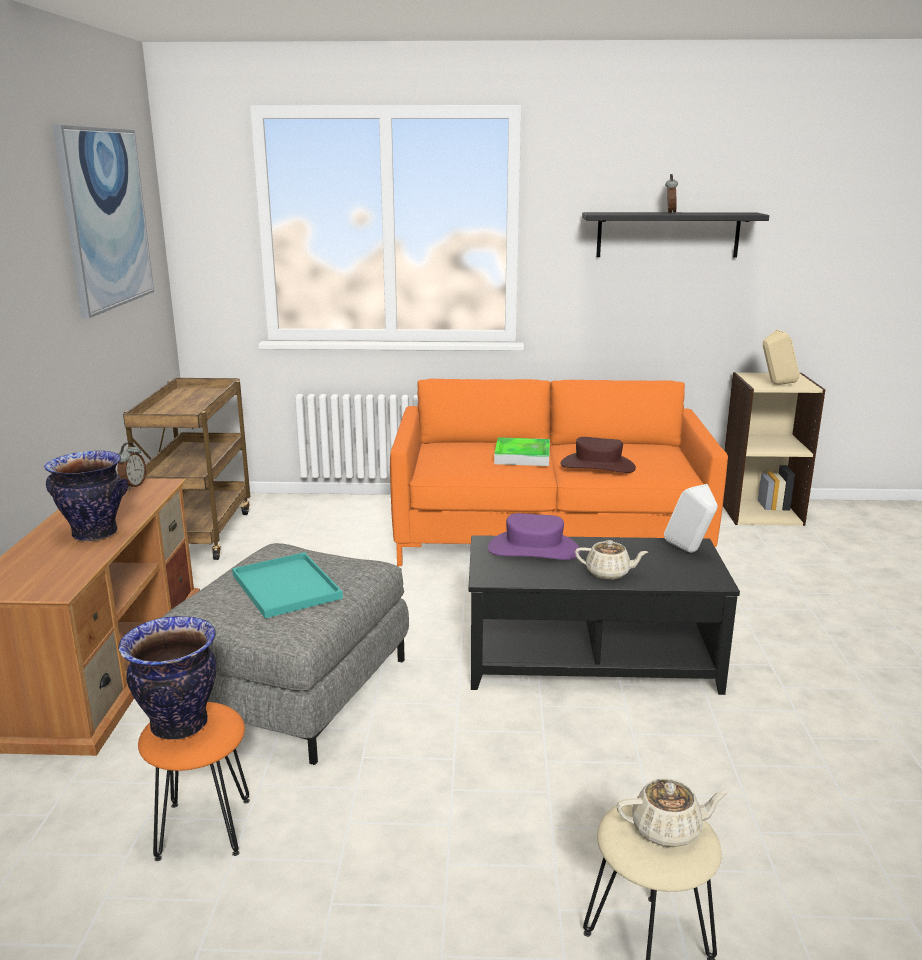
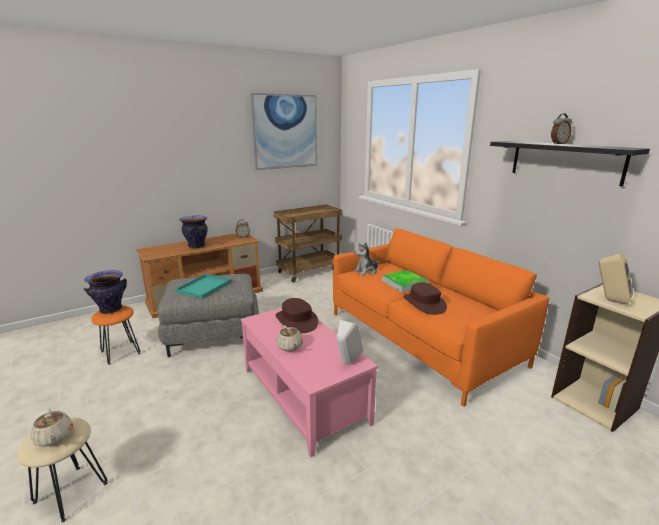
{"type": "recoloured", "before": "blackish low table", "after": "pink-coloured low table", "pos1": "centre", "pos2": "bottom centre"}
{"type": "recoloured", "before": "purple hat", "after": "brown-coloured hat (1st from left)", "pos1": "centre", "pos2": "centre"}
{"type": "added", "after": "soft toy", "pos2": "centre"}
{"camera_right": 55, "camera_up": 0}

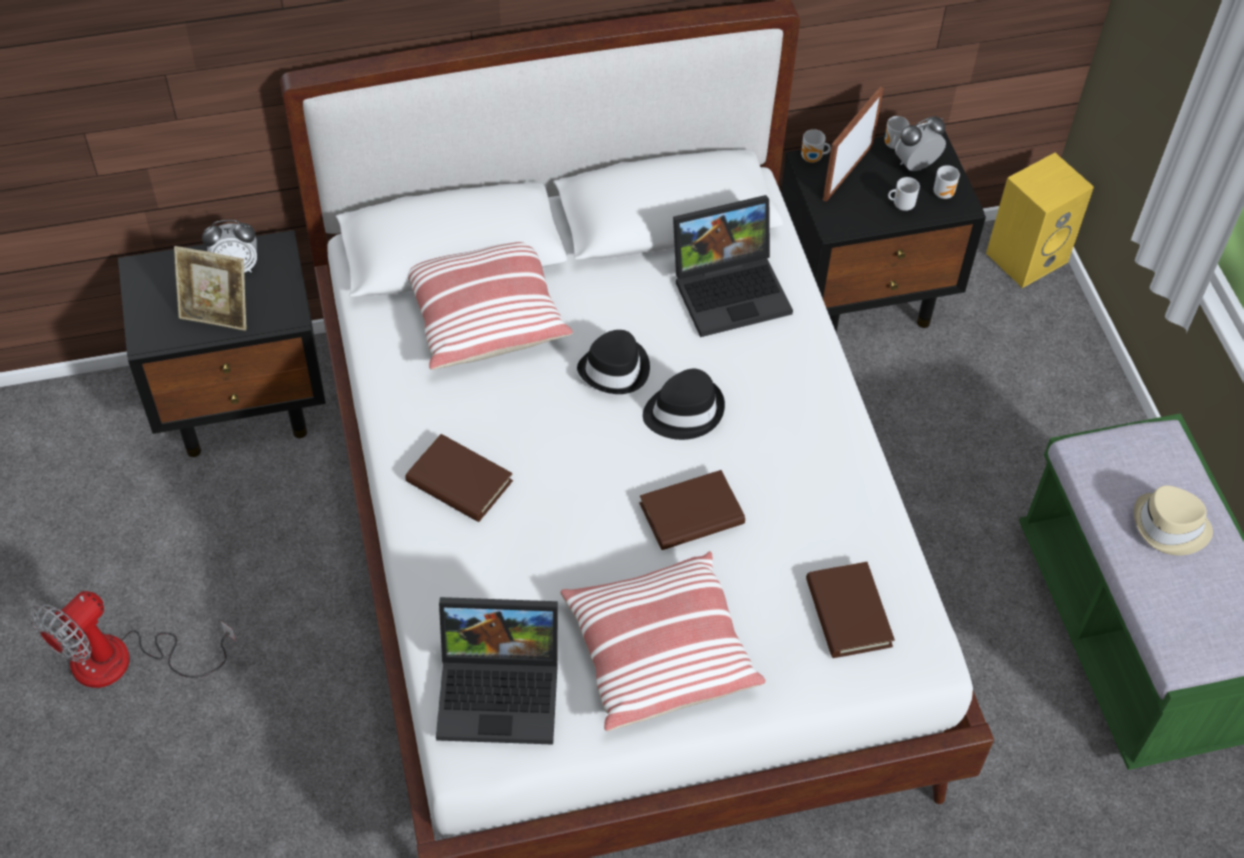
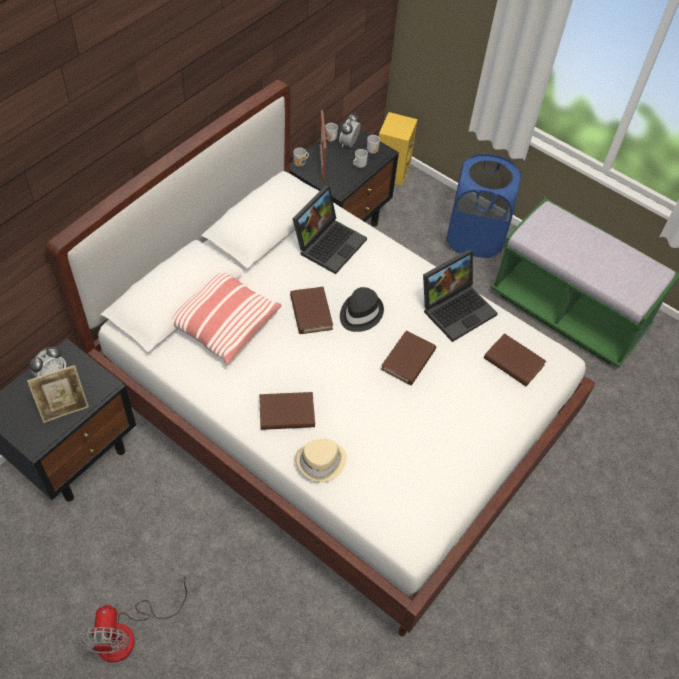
{"type": "replaced", "before": "blackish hat (1st from left)", "after": "brown-coloured volume (2nd from left)", "pos1": "centre", "pos2": "centre"}
{"type": "moved", "before": "sand-coloured hat", "pos1": "middle right", "pos2": "bottom centre"}
{"type": "moved", "before": "notebook computer (1st from left in the first image)", "after": "notebook computer (2nd from left)", "pos1": "bottom centre", "pos2": "middle right"}
{"type": "added", "after": "bluish washing basket", "pos2": "top right"}
{"type": "removed", "before": "pillow (2nd from left)", "pos1": "bottom centre"}
{"camera_right": -40, "camera_up": 0}

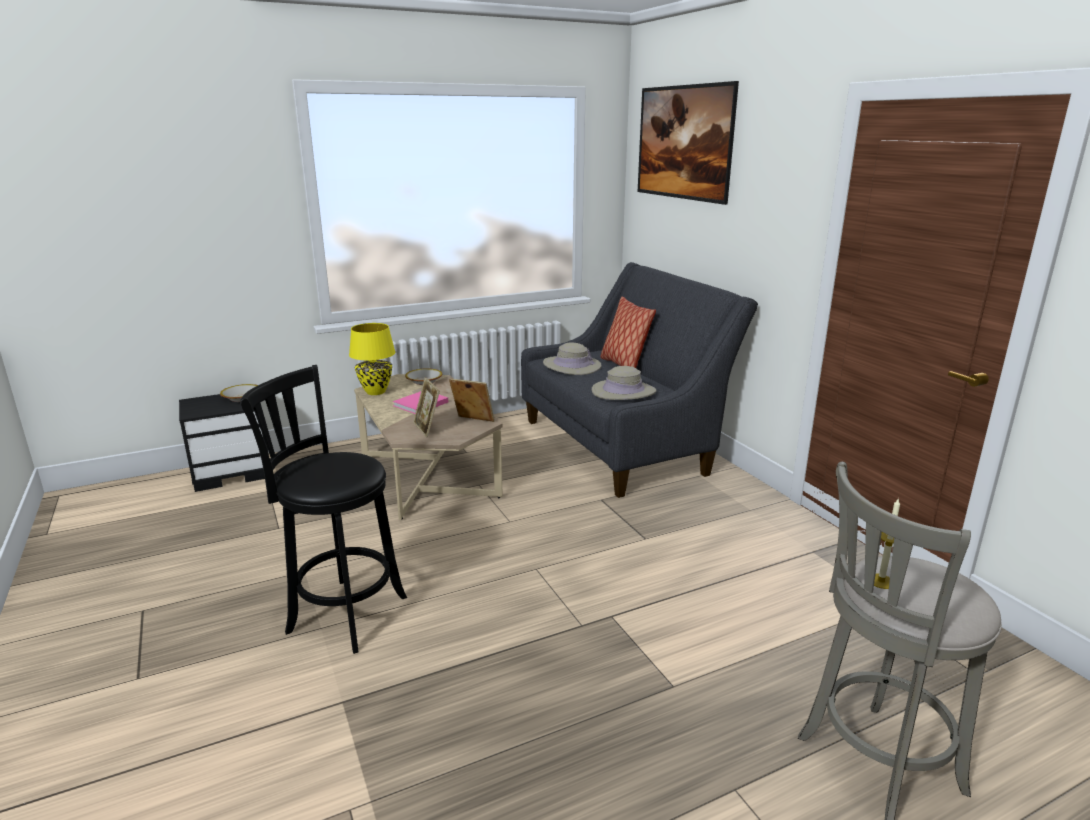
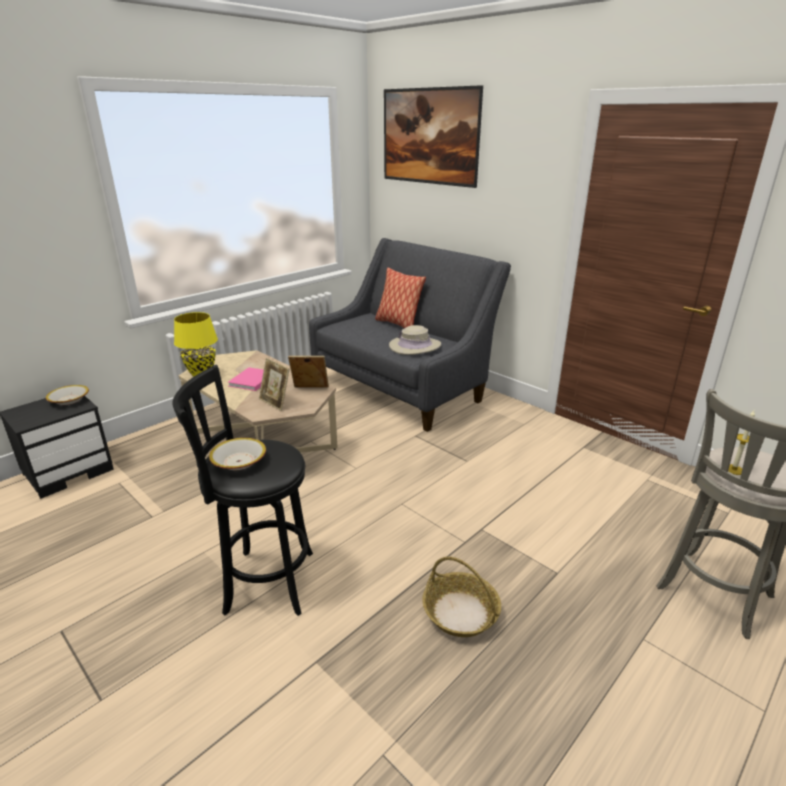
{"type": "moved", "before": "bowl (2nd from left)", "pos1": "centre", "pos2": "middle left"}
{"type": "added", "after": "household basket", "pos2": "bottom centre"}
{"type": "removed", "before": "sand-coloured hat (1st from left)", "pos1": "centre"}
{"camera_right": -20, "camera_up": 5}

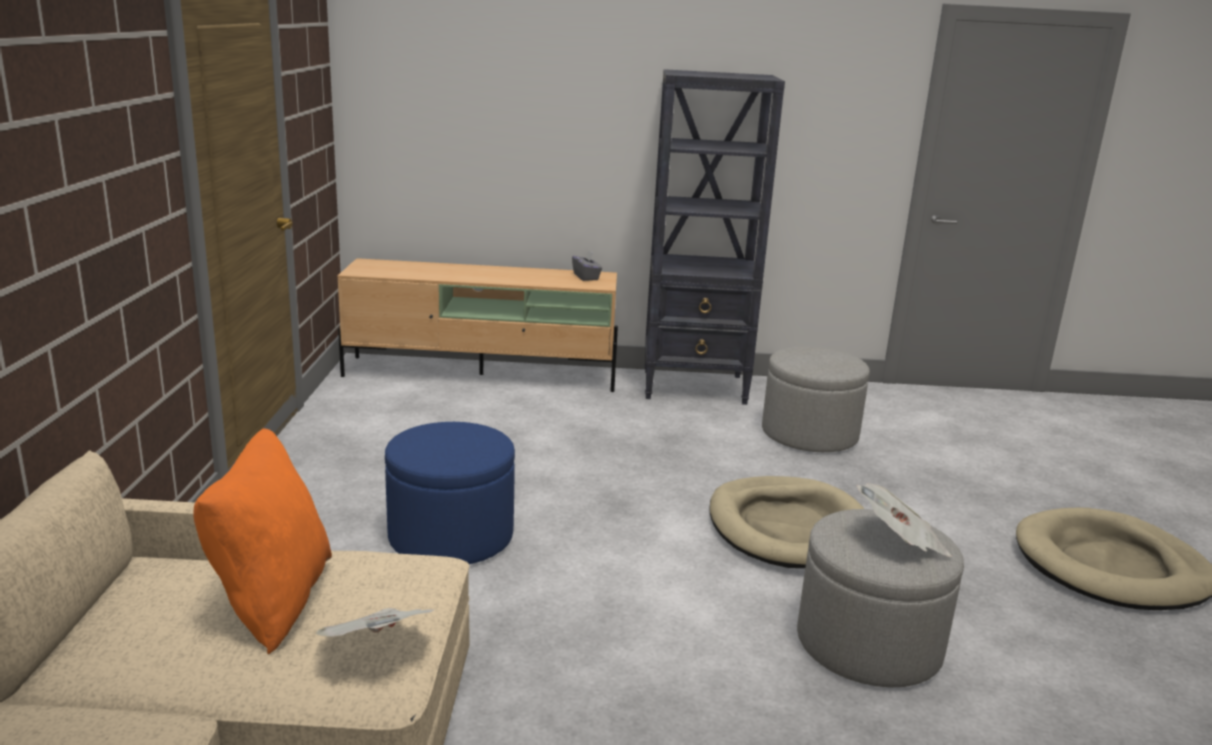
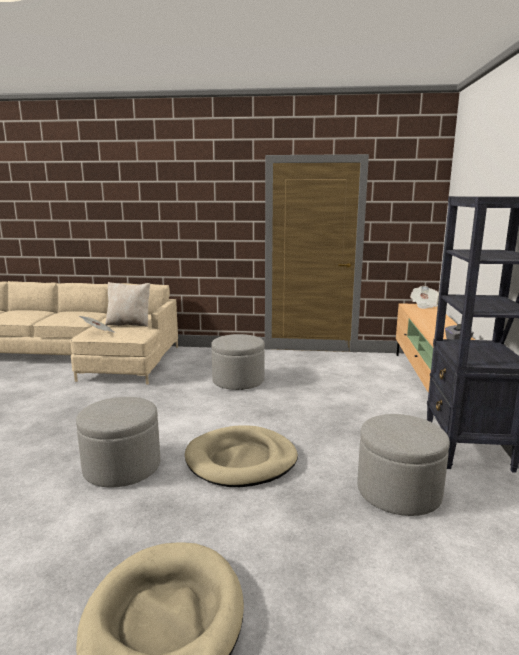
{"type": "recoloured", "before": "orange-coloured pillow", "after": "sand-coloured pillow", "pos1": "bottom left", "pos2": "middle left"}
{"type": "recoloured", "before": "bluish pouffe", "after": "greyish pouffe (2nd from left)", "pos1": "centre", "pos2": "centre"}
{"type": "moved", "before": "daily paper (2nd from left)", "pos1": "bottom right", "pos2": "middle right"}
{"camera_right": 95, "camera_up": -5}

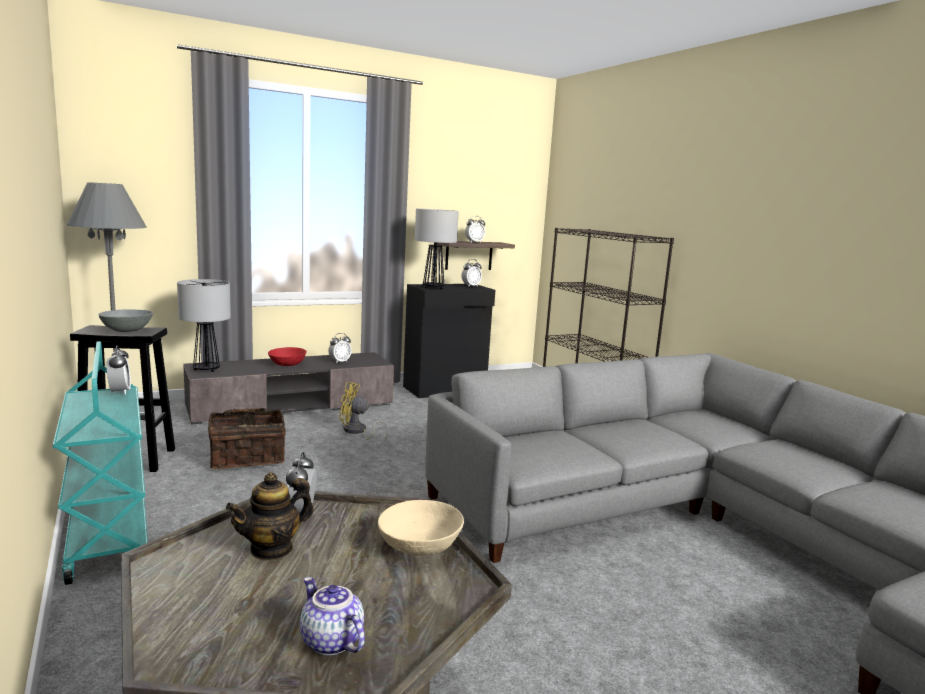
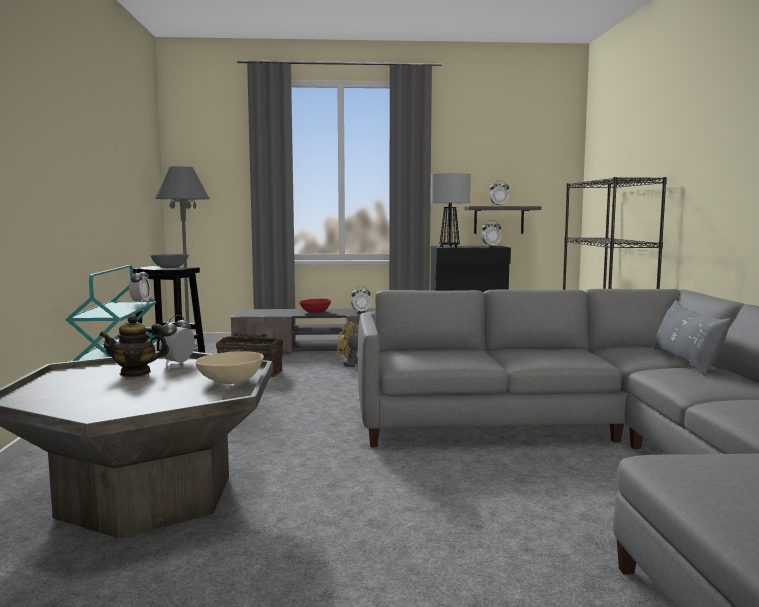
{"type": "added", "after": "greyish pillow", "pos2": "middle right"}
{"type": "removed", "before": "tabletop lamp (1st from left)", "pos1": "middle left"}
{"type": "removed", "before": "tea pot (2nd from left)", "pos1": "bottom centre"}
{"camera_right": 25, "camera_up": -5}

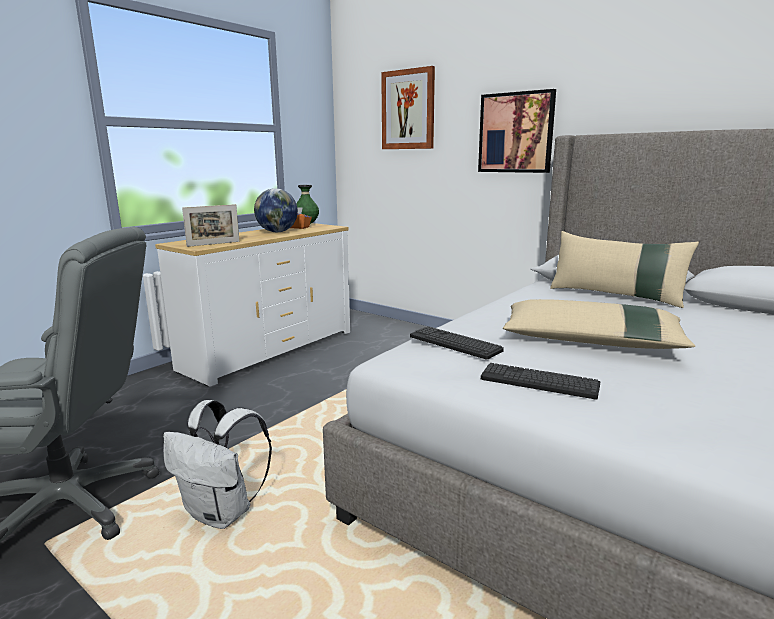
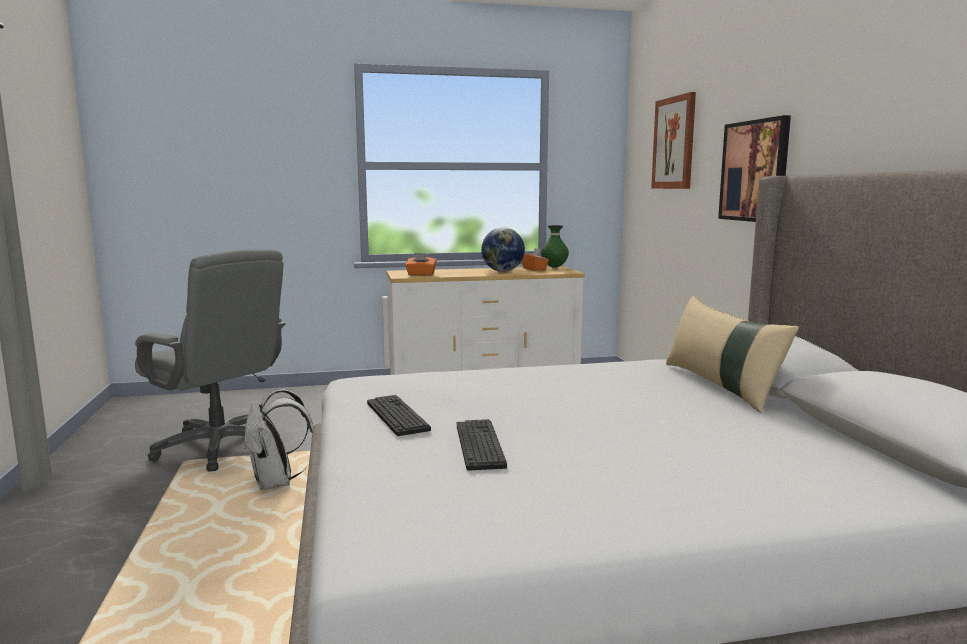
{"type": "replaced", "before": "picture frame", "after": "orange-coloured tissue holder (1st from left)", "pos1": "middle left", "pos2": "centre"}
{"type": "moved", "before": "computer keyboard (1st from left in the first image)", "after": "computer keyboard (2nd from left)", "pos1": "centre", "pos2": "bottom centre"}
{"type": "removed", "before": "sand-coloured pillow (1st from left)", "pos1": "middle right"}
{"camera_right": 40, "camera_up": -5}

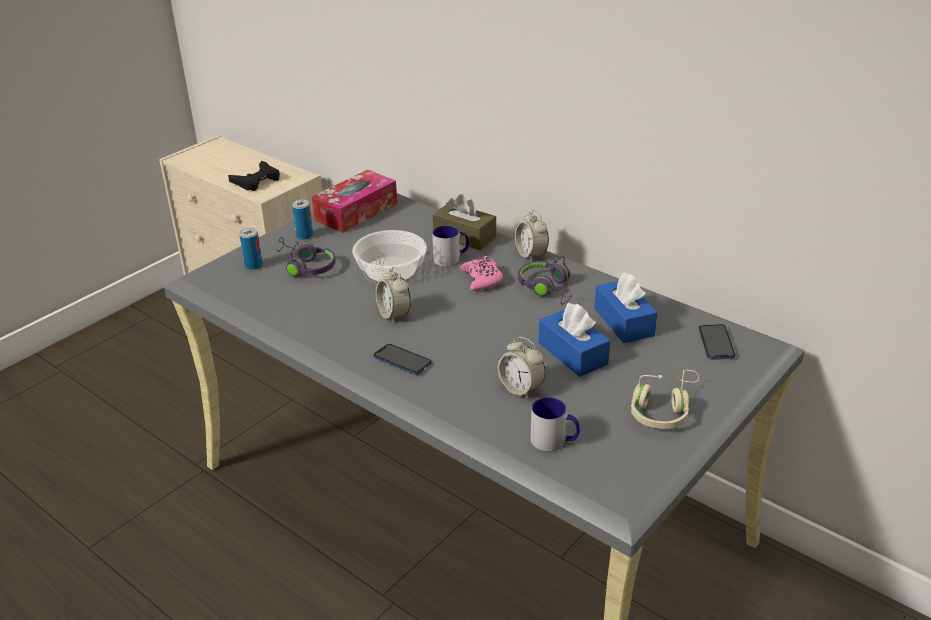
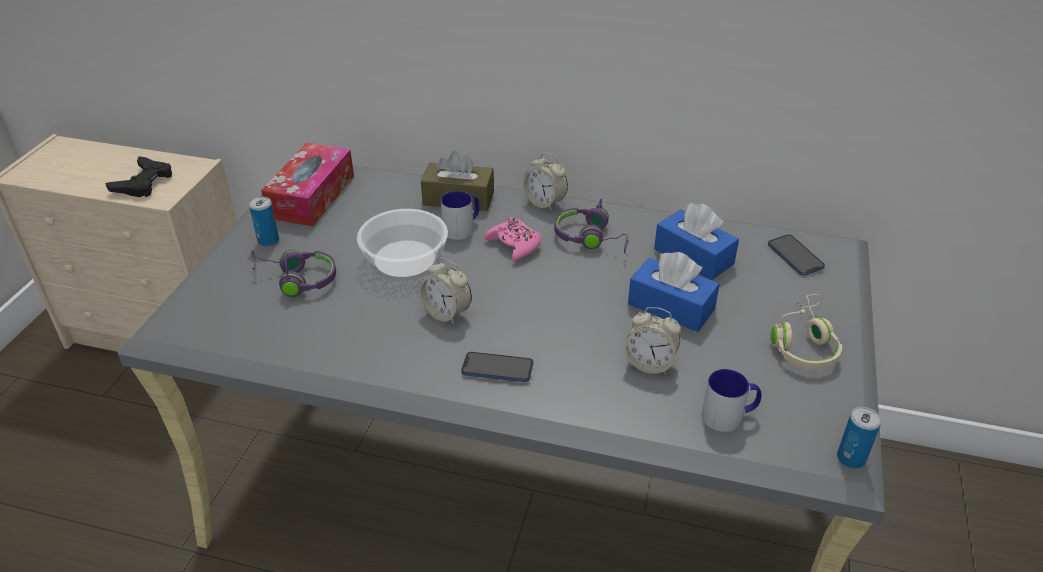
{"type": "moved", "before": "can (1st from left in the first image)", "after": "can (2nd from left)", "pos1": "middle left", "pos2": "bottom right"}
{"camera_right": -25, "camera_up": 5}

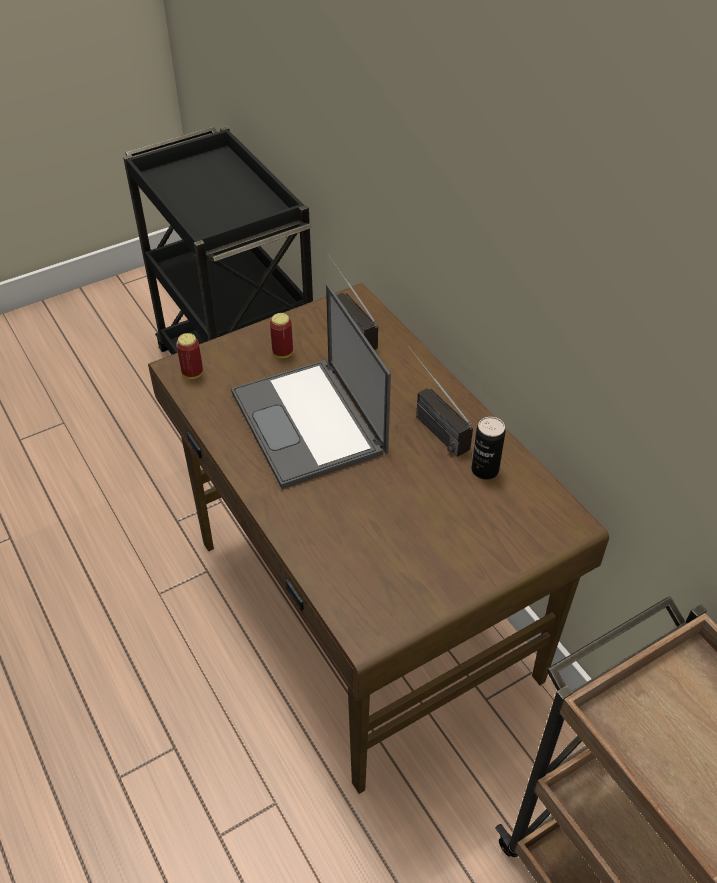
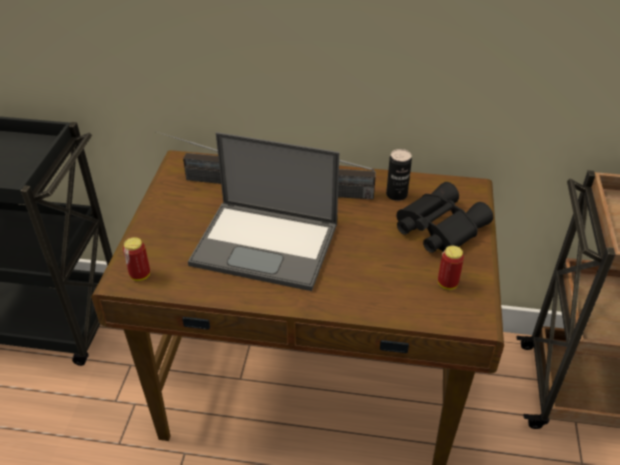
{"type": "added", "after": "blackish binoculars", "pos2": "middle right"}
{"type": "moved", "before": "can (2nd from left in the first image)", "after": "can (3rd from left)", "pos1": "centre", "pos2": "middle right"}
{"camera_right": -50, "camera_up": -5}

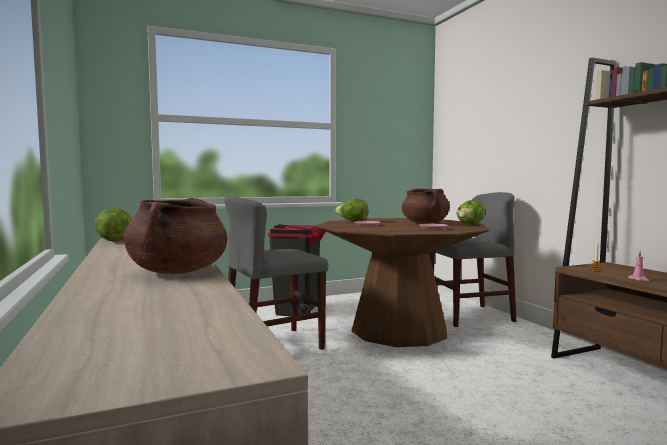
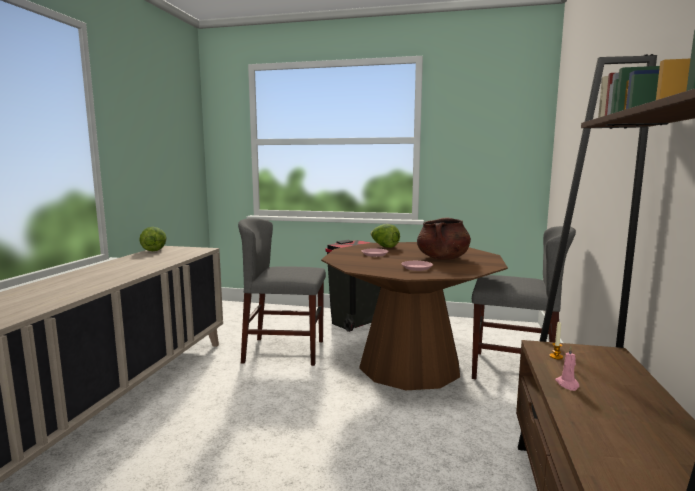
{"type": "removed", "before": "brown-coloured saucepot (1st from left)", "pos1": "middle left"}
{"type": "removed", "before": "head of lettuce (3rd from left)", "pos1": "middle right"}
{"camera_right": 35, "camera_up": 5}

